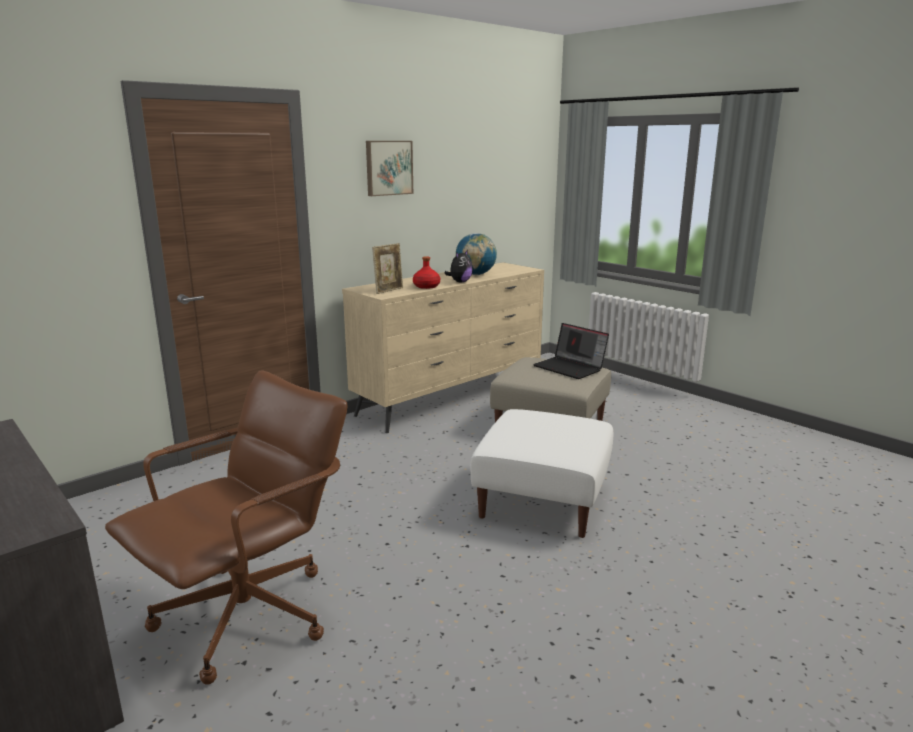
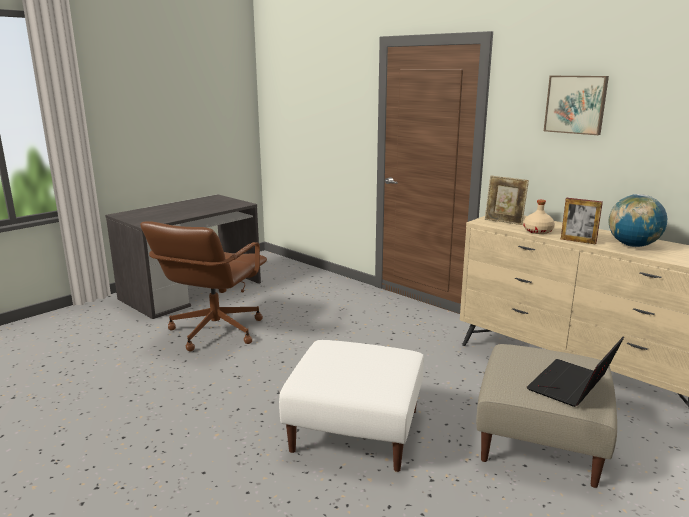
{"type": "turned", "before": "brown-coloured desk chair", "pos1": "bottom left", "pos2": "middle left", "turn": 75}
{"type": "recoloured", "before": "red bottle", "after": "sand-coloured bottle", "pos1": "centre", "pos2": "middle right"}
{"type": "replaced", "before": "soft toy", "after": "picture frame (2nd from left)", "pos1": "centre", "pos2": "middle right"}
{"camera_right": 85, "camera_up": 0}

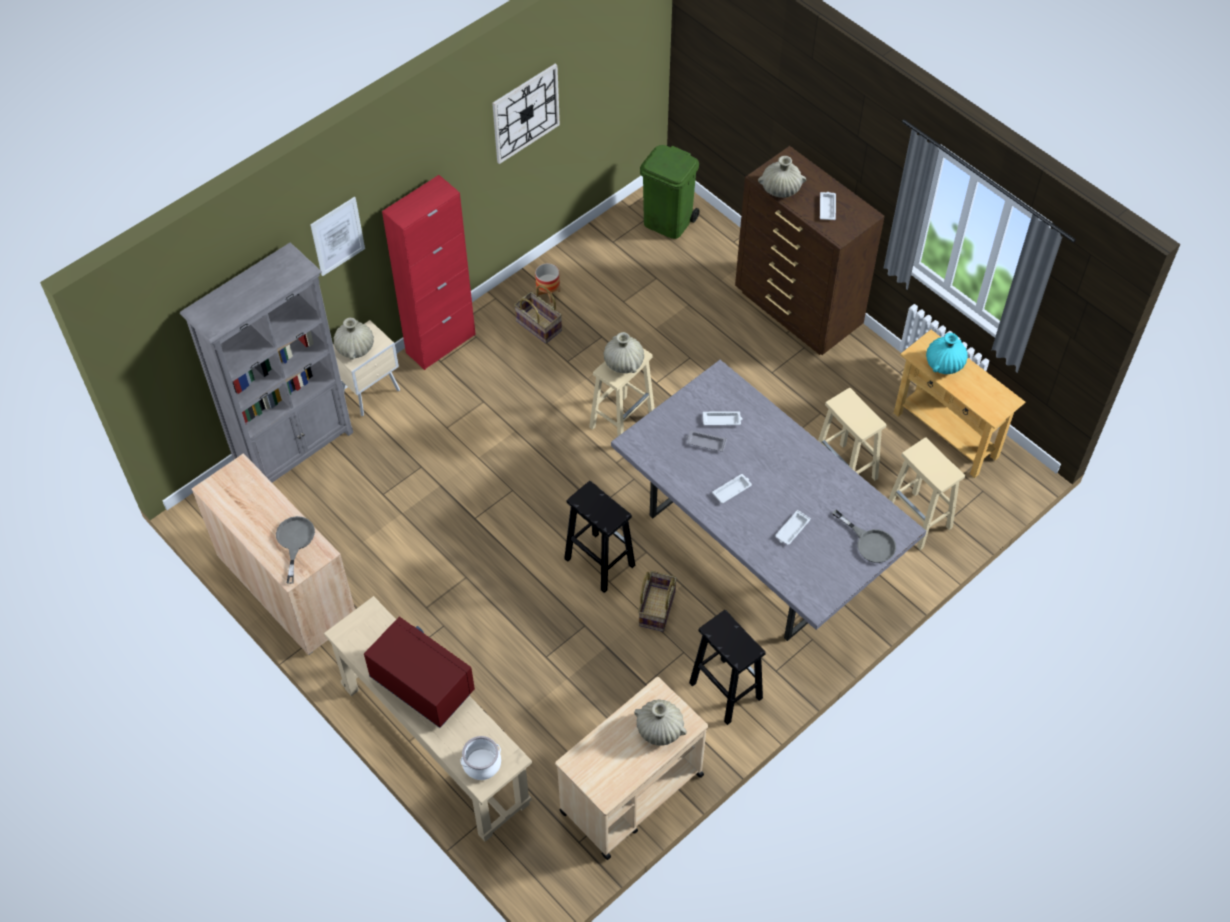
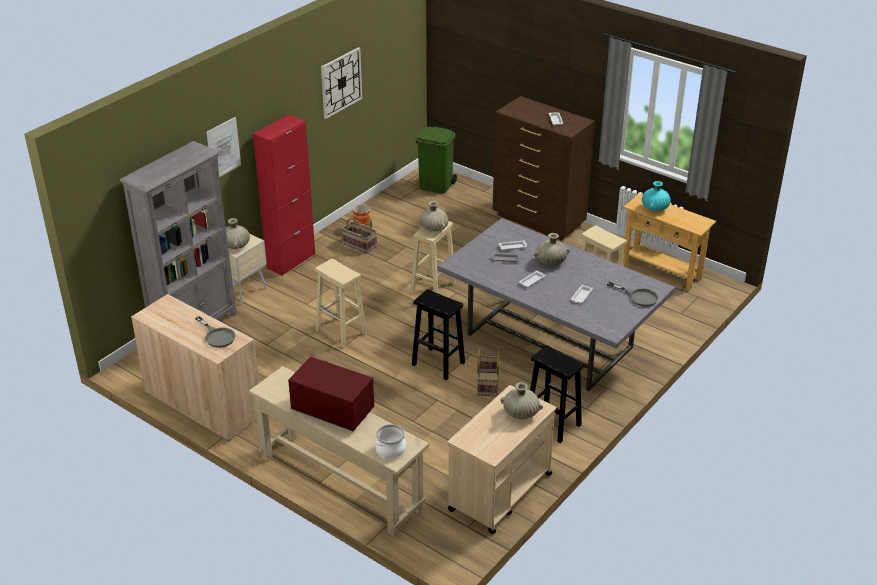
{"type": "turned", "before": "greyish frying pan (1st from left)", "pos1": "middle left", "pos2": "middle left", "turn": 150}
{"type": "moved", "before": "sand-coloured stool seat (3rd from left in the first image)", "after": "sand-coloured stool seat (1st from left)", "pos1": "middle right", "pos2": "centre"}
{"type": "moved", "before": "sand-coloured vase (4th from left)", "pos1": "top centre", "pos2": "centre"}
{"camera_right": -10, "camera_up": -20}

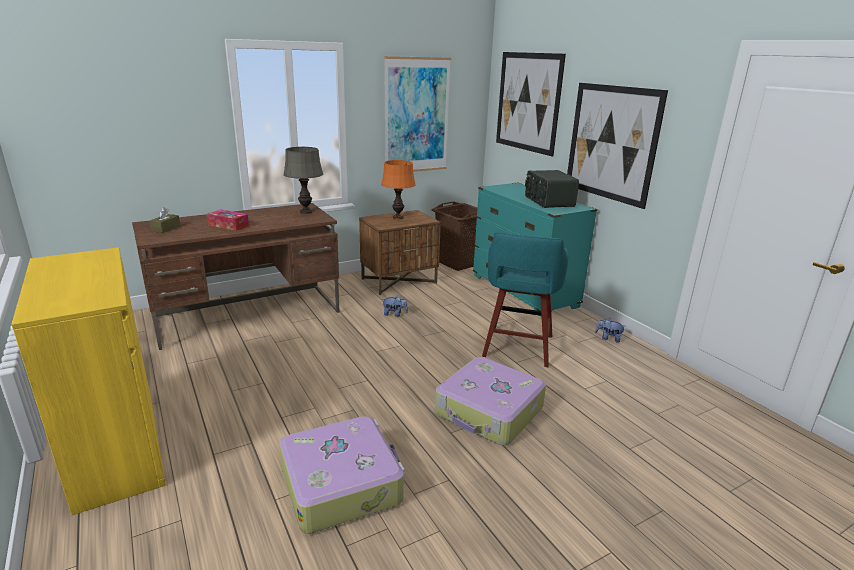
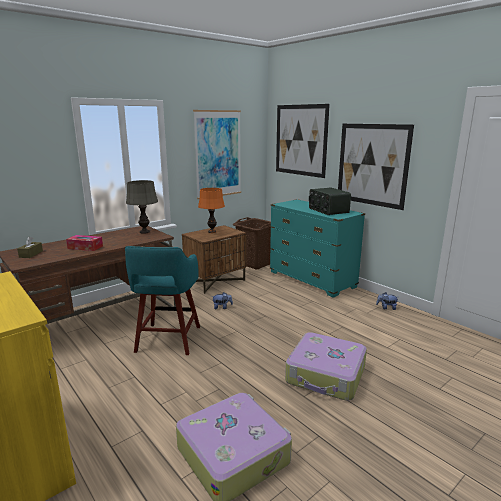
{"type": "moved", "before": "turquoise-coloured stool seat", "pos1": "centre", "pos2": "middle left"}
{"camera_right": -10, "camera_up": -5}

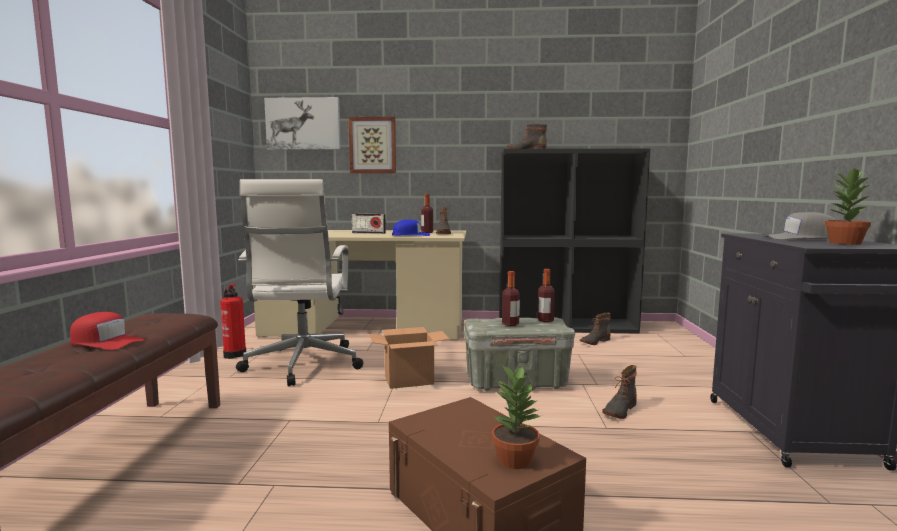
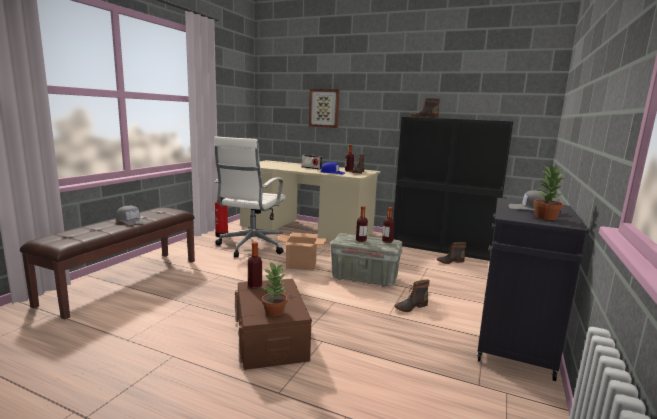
{"type": "recoloured", "before": "red baseball cap", "after": "greyish baseball cap (1st from left)", "pos1": "middle left", "pos2": "middle left"}
{"type": "added", "after": "bottle (1st from left)", "pos2": "centre"}
{"type": "removed", "before": "wall art (1st from left)", "pos1": "top centre"}
{"camera_right": 20, "camera_up": 5}

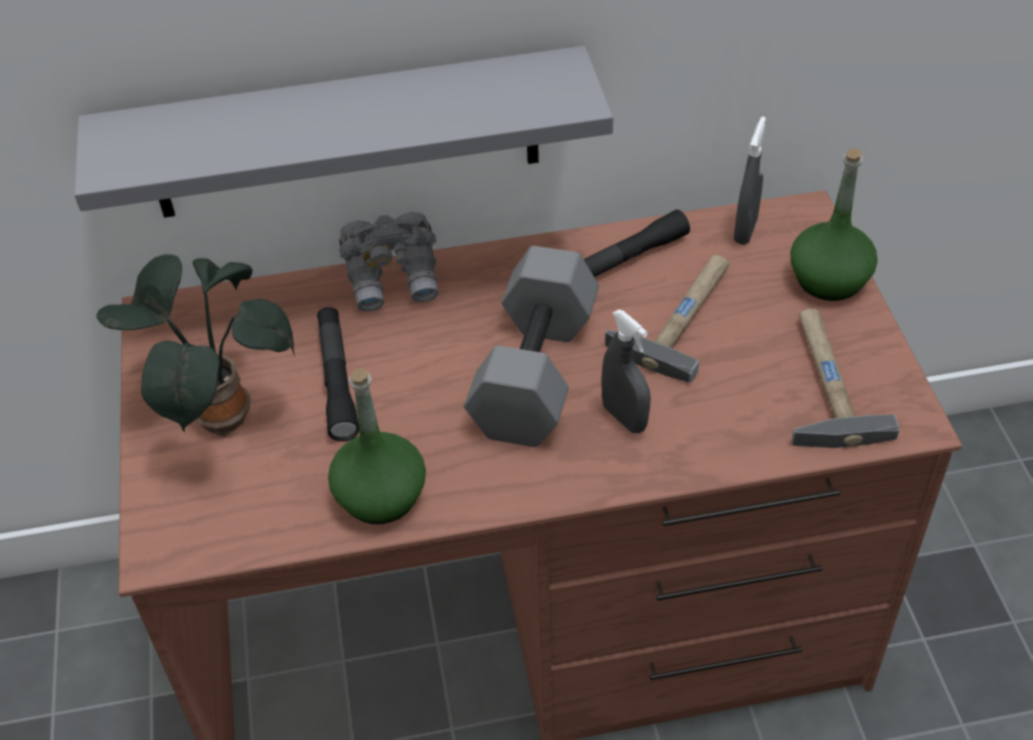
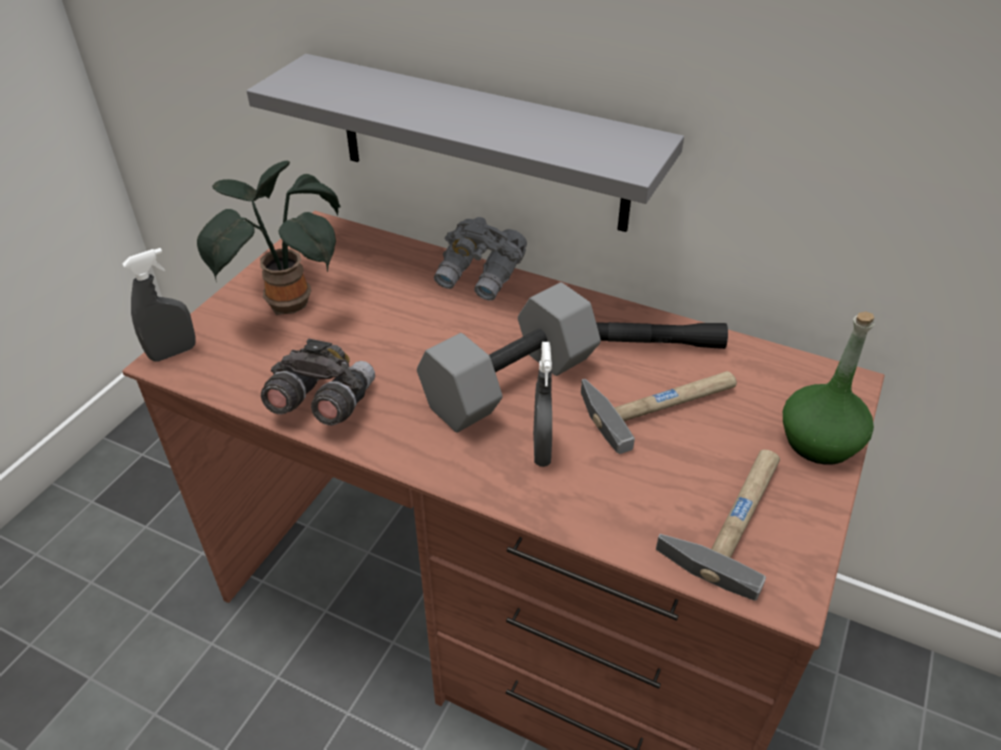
{"type": "moved", "before": "greyish hand sprayer (2nd from left in the first image)", "after": "greyish hand sprayer (1st from left)", "pos1": "top right", "pos2": "middle left"}
{"type": "replaced", "before": "greenish bottle (1st from left)", "after": "greyish binoculars (1st from left)", "pos1": "centre", "pos2": "middle left"}
{"type": "removed", "before": "blackish torch (1st from left)", "pos1": "middle left"}
{"camera_right": 35, "camera_up": -5}

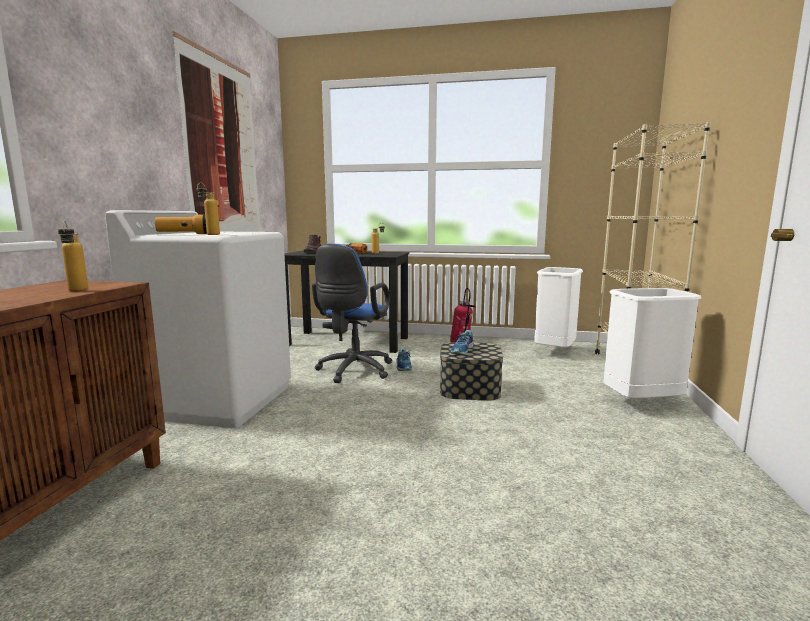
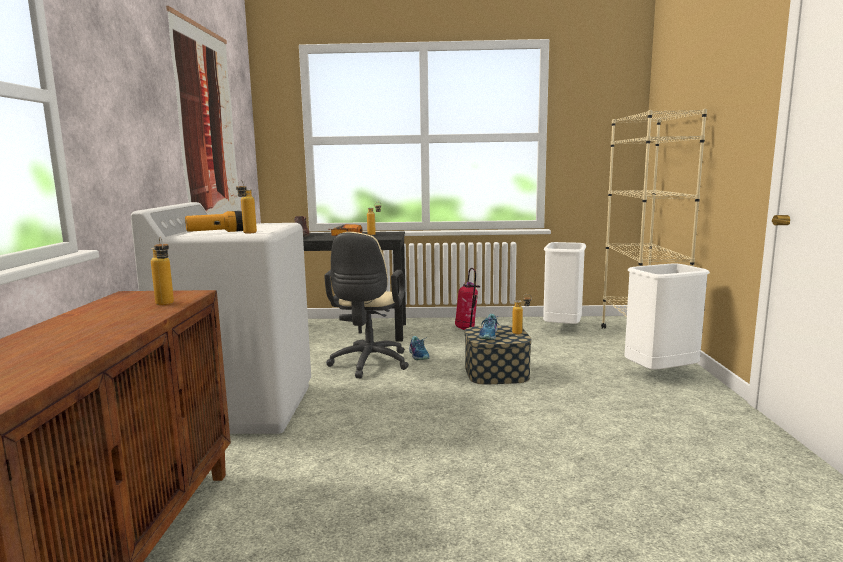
{"type": "recoloured", "before": "bluish desk chair", "after": "sand-coloured desk chair", "pos1": "centre", "pos2": "centre"}
{"type": "added", "after": "bottle (4th from left)", "pos2": "centre"}
{"camera_right": -10, "camera_up": 0}

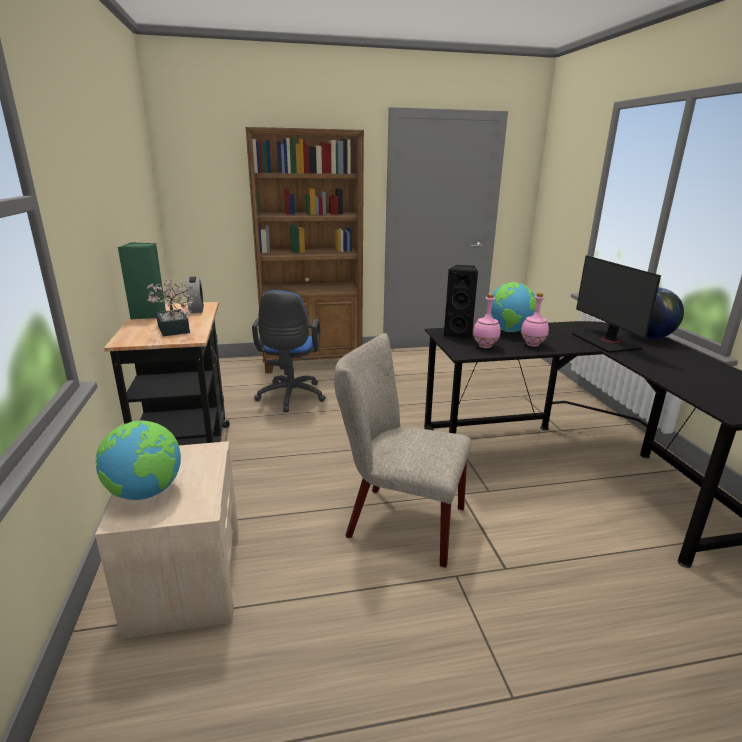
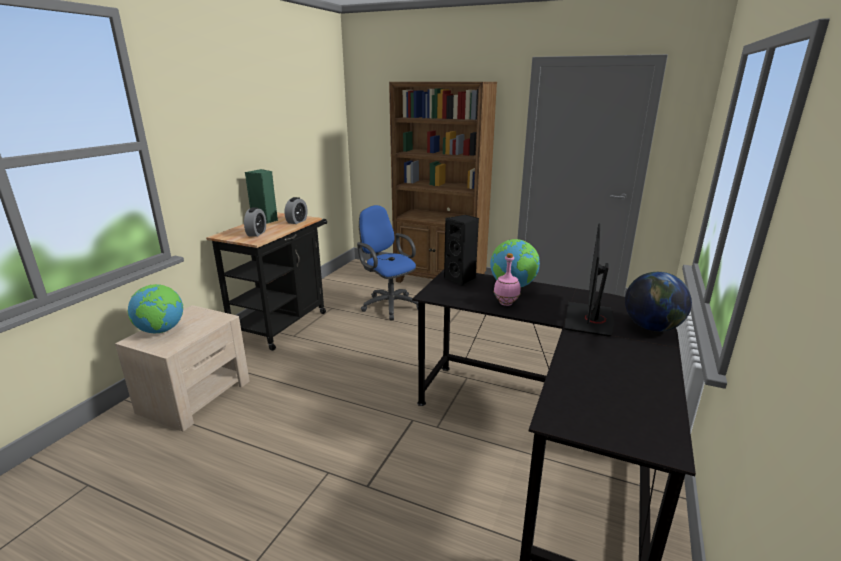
{"type": "replaced", "before": "plant in a pot", "after": "alarm clock (1st from left)", "pos1": "middle left", "pos2": "middle left"}
{"type": "turned", "before": "bluish desk chair", "pos1": "centre", "pos2": "centre", "turn": 105}
{"type": "removed", "before": "sand-coloured chair", "pos1": "centre"}
{"type": "removed", "before": "pink-coloured bottle (1st from left)", "pos1": "centre"}
{"camera_right": 35, "camera_up": 0}

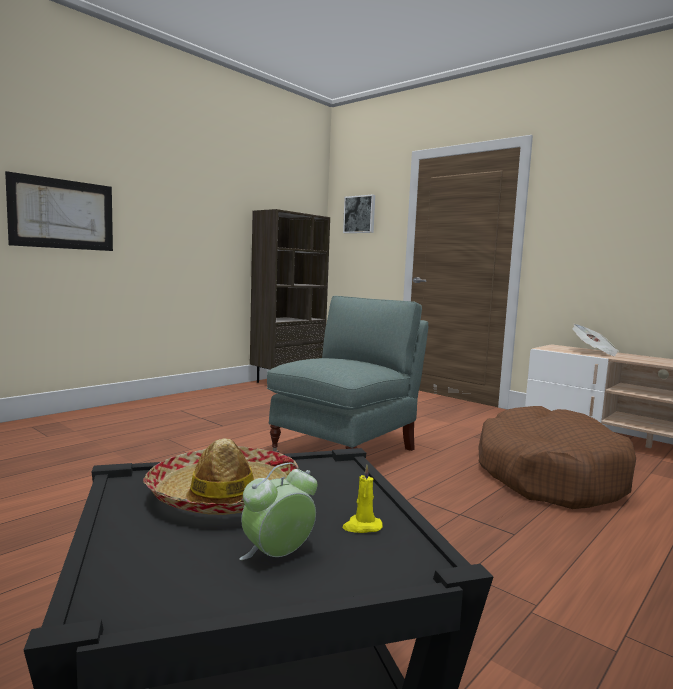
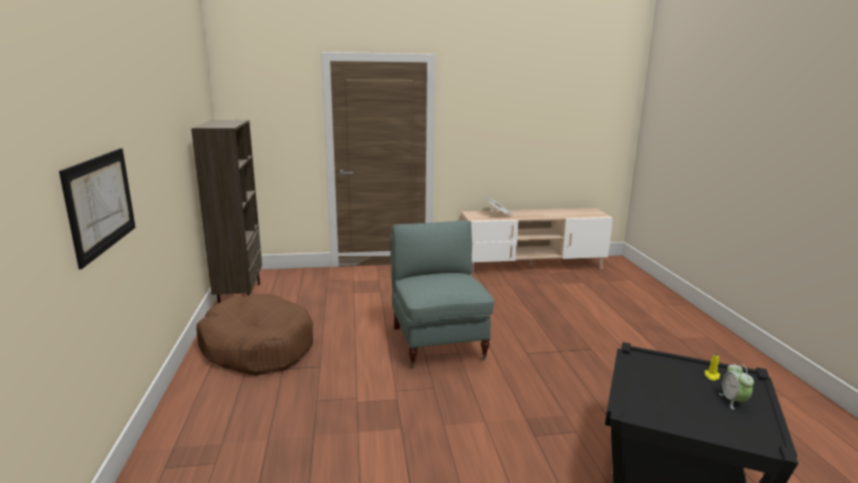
{"type": "moved", "before": "brown-coloured pet bed", "pos1": "middle right", "pos2": "bottom left"}
{"type": "removed", "before": "hat", "pos1": "bottom left"}
{"type": "removed", "before": "wall art (2nd from left)", "pos1": "top centre"}
{"camera_right": -50, "camera_up": 10}

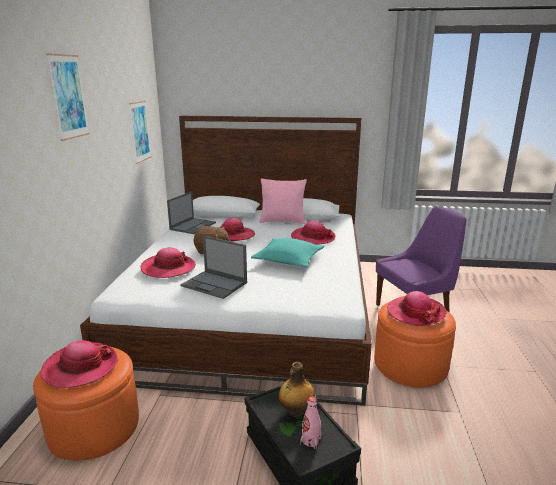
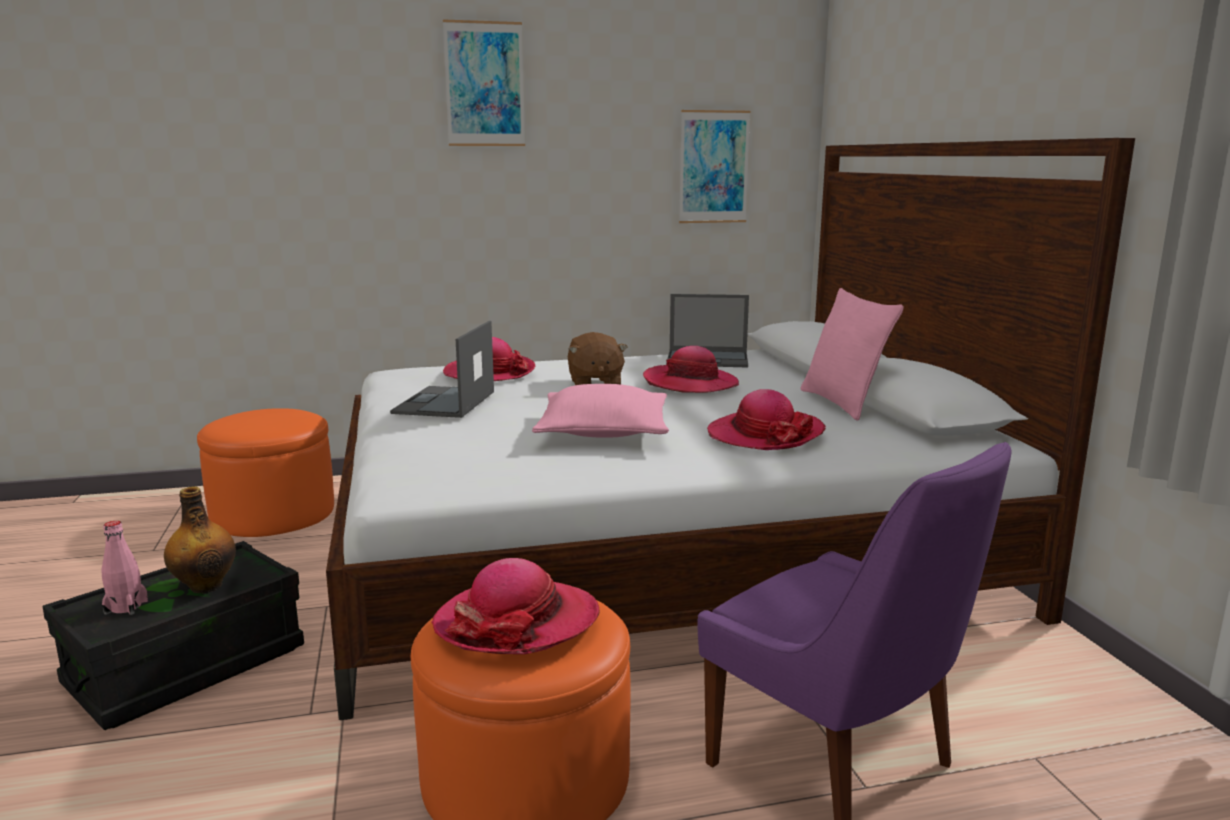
{"type": "recoloured", "before": "turquoise-coloured pillow", "after": "pink-coloured pillow (1st from left)", "pos1": "centre", "pos2": "centre"}
{"type": "removed", "before": "hat (1st from left)", "pos1": "bottom left"}
{"camera_right": 70, "camera_up": -5}

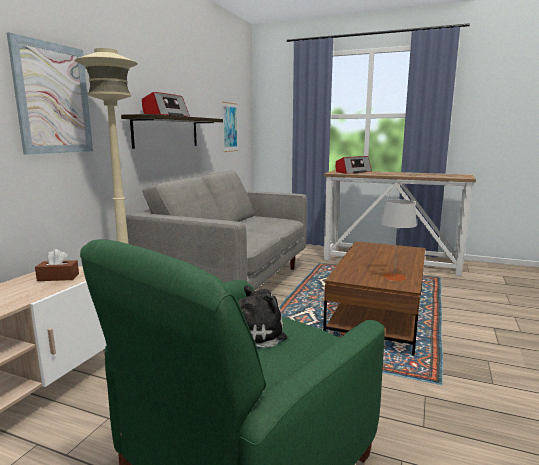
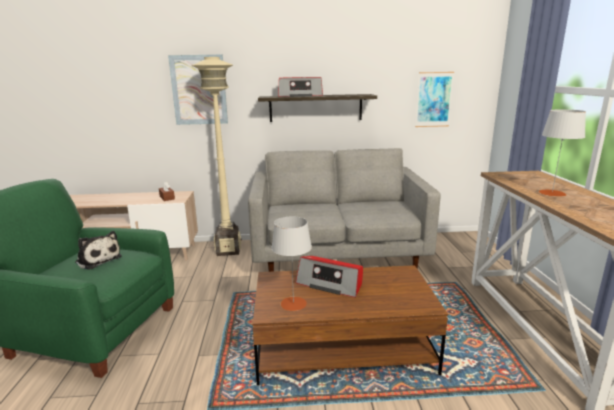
{"type": "moved", "before": "radio receiver (2nd from left)", "pos1": "centre", "pos2": "bottom centre"}
{"type": "added", "after": "greyish tabletop lamp (2nd from left)", "pos2": "middle right"}
{"camera_right": 65, "camera_up": 5}

